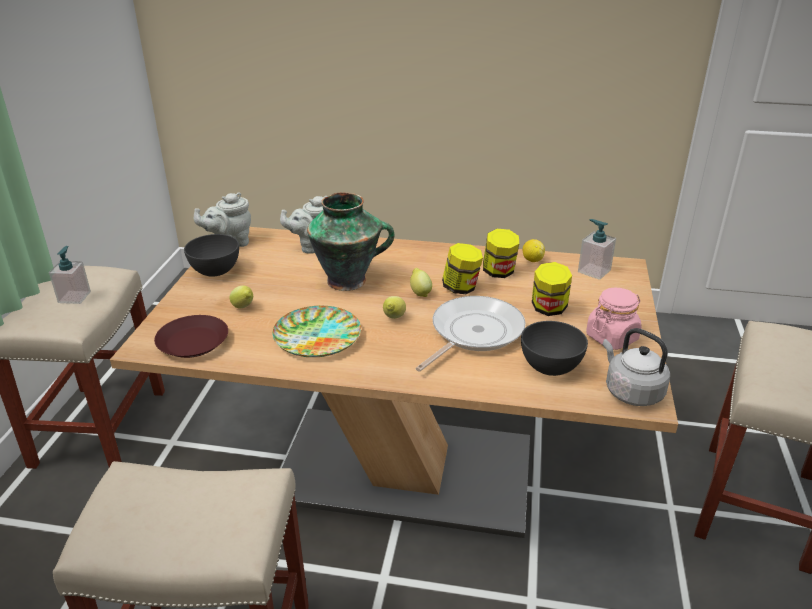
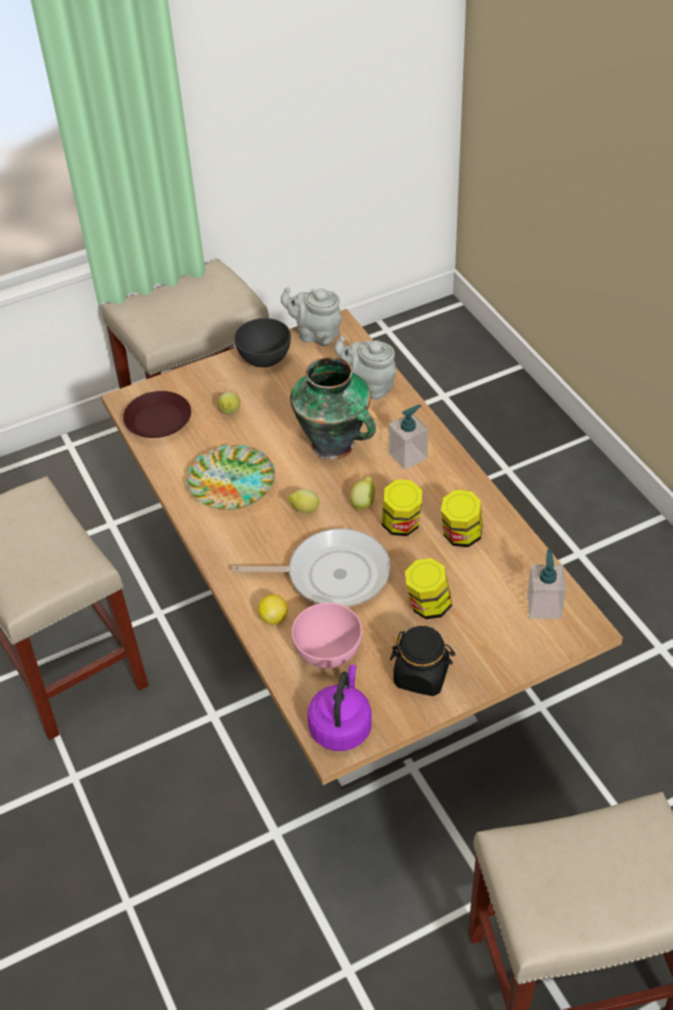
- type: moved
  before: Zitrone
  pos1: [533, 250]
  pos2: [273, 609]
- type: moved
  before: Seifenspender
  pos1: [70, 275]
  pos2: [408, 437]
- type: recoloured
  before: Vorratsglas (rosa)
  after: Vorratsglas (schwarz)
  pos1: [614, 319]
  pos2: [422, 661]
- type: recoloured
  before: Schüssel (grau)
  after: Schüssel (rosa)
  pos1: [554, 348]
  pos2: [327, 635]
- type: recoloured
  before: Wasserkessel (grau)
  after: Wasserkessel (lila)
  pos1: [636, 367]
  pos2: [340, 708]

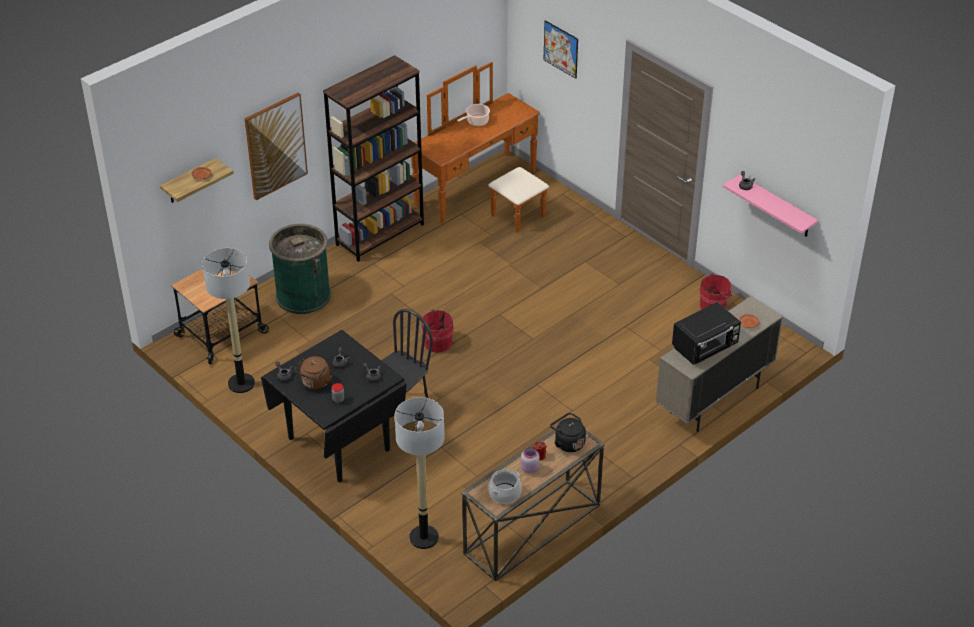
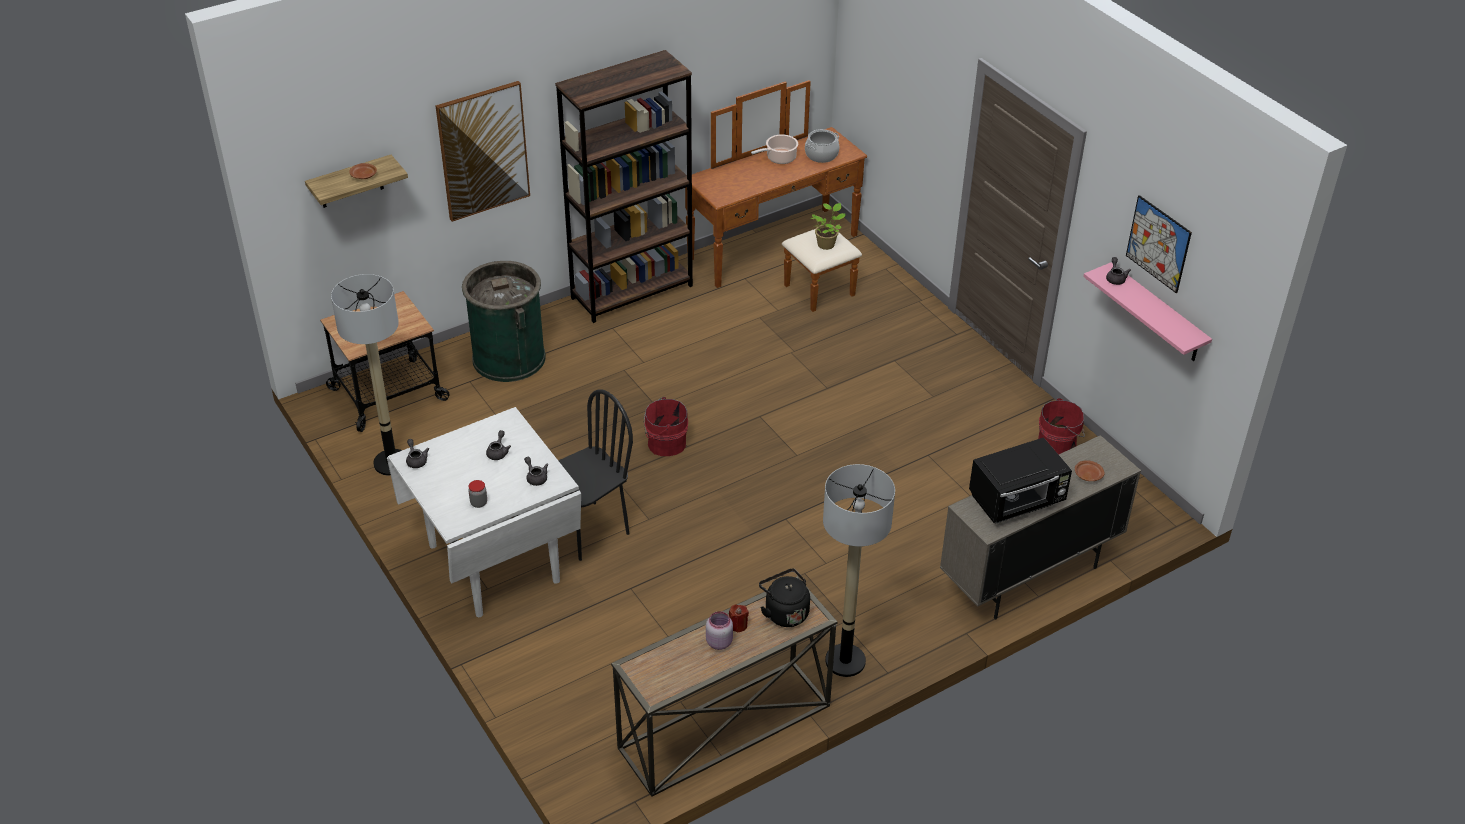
- type: moved
  before: Bild
  pos1: [561, 49]
  pos2: [1159, 244]
- type: recoloured
  before: Esstisch (schwarz)
  after: Esstisch (weiß)
  pos1: [334, 406]
  pos2: [484, 512]
- type: removed
  before: Wasserkessel (braun)
  pos1: [313, 373]
- type: moved
  before: Stehlampe
  pos1: [419, 473]
  pos2: [859, 570]
- type: moved
  before: Kochtopf
  pos1: [505, 486]
  pos2: [822, 146]
- type: added
  after: Topfpflanze
  pos2: [828, 226]

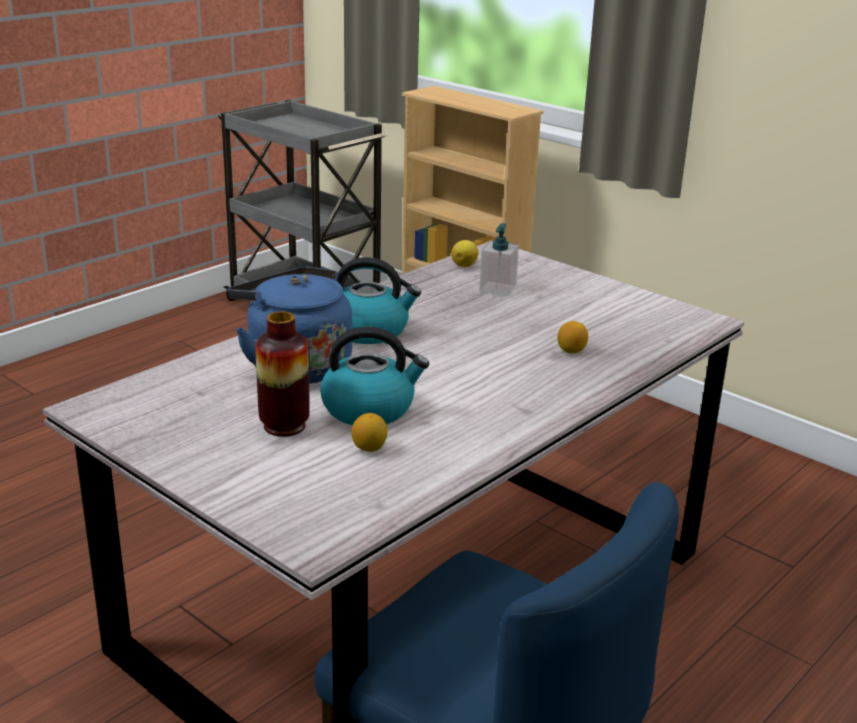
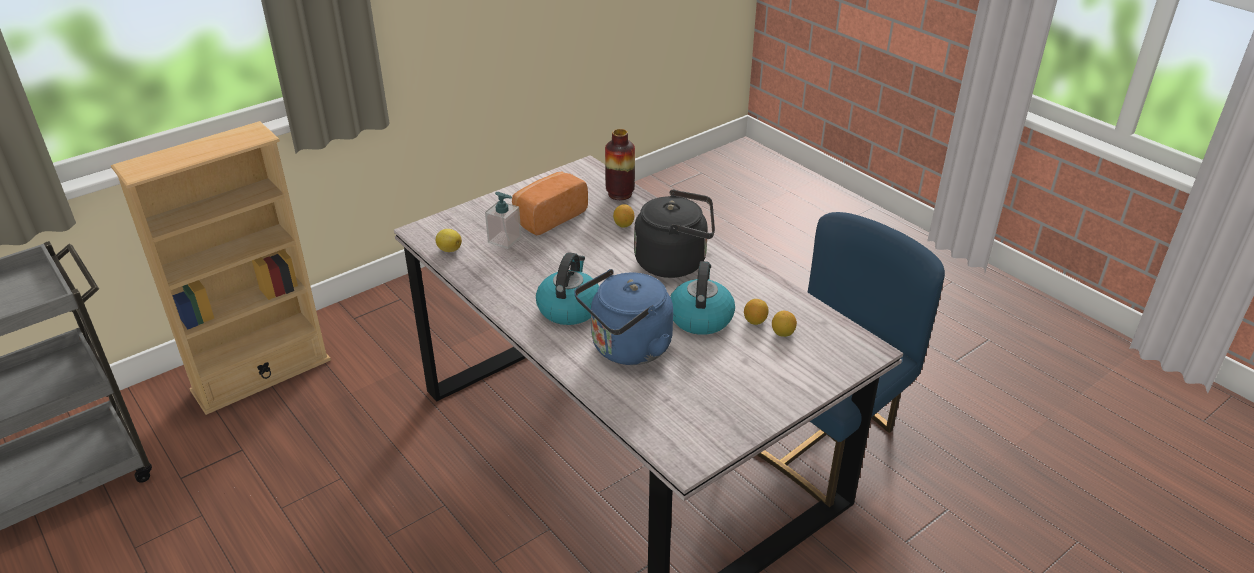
- type: moved
  before: Vase
  pos1: [282, 374]
  pos2: [620, 164]
- type: added
  after: Brot
  pos2: [550, 203]
- type: added
  after: Wasserkessel (schwarz)
  pos2: [674, 234]
- type: added
  after: Zitrone
  pos2: [784, 324]

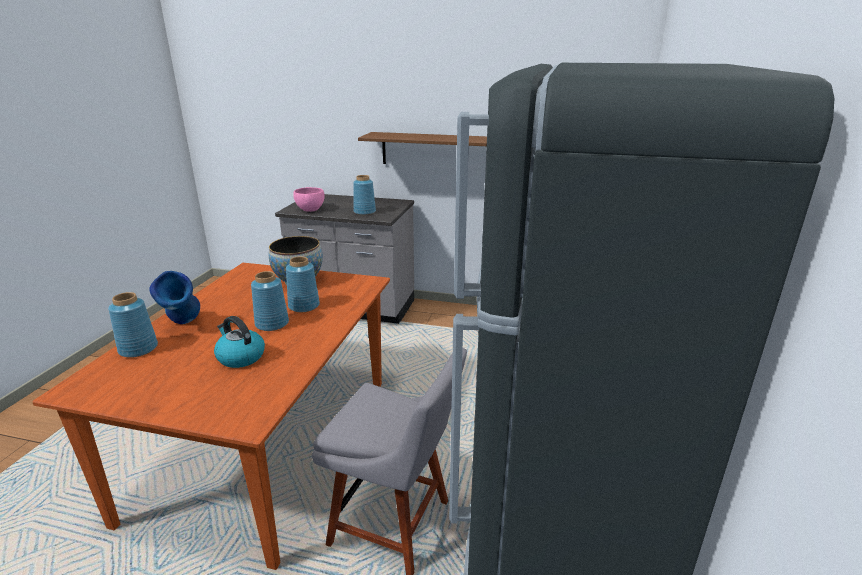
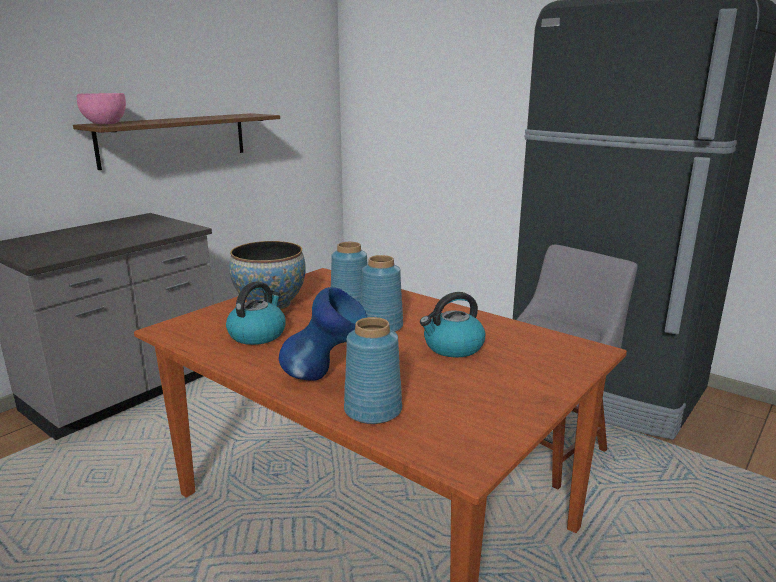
- type: removed
  before: Vase (blau)
  pos1: [364, 195]
- type: moved
  before: Schüssel (rosa)
  pos1: [309, 199]
  pos2: [101, 108]
- type: added
  after: Wasserkessel
  pos2: [256, 313]

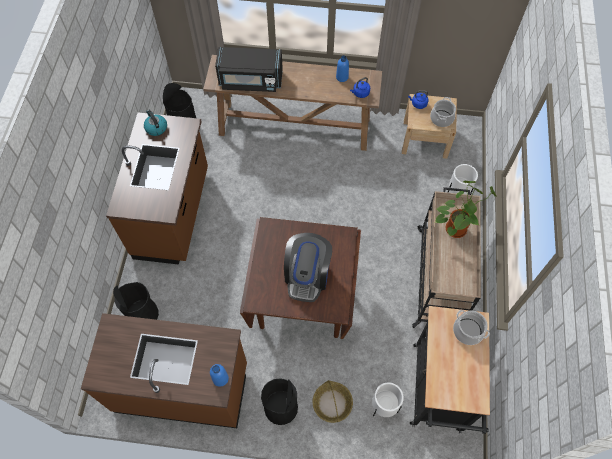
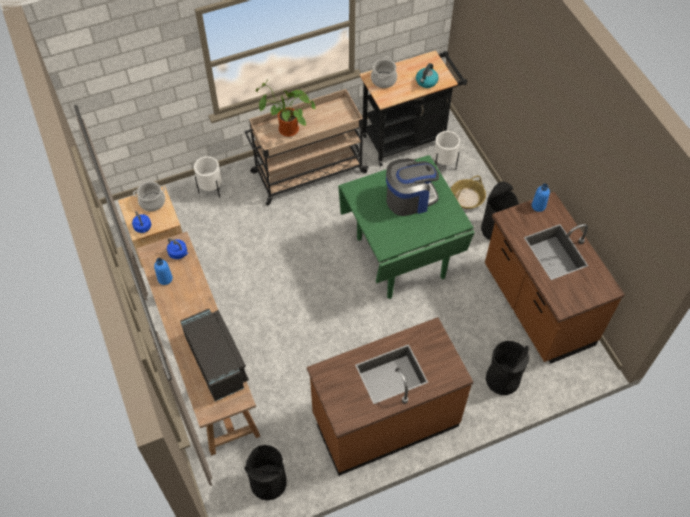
- type: moved
  before: Wasserkessel
  pos1: [155, 123]
  pos2: [427, 75]
- type: recoloured
  before: Esstisch (braun)
  after: Esstisch (grün)
  pos1: [300, 278]
  pos2: [406, 227]

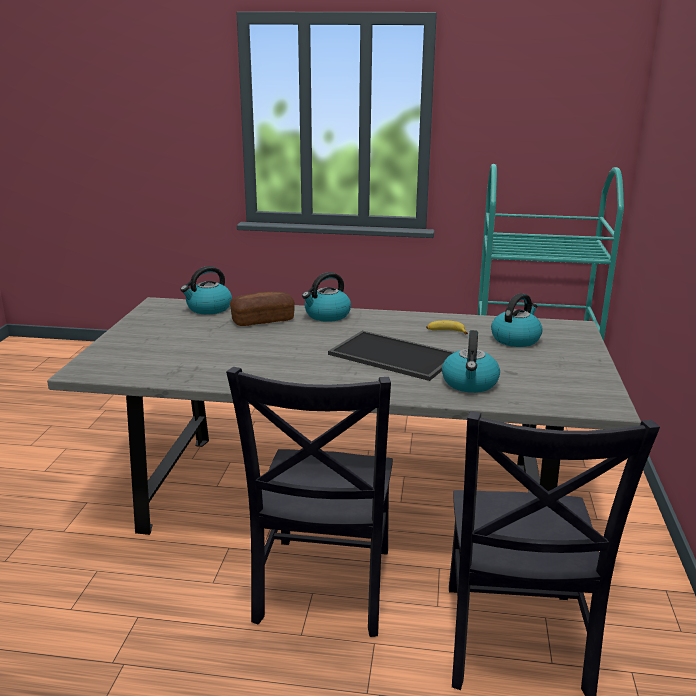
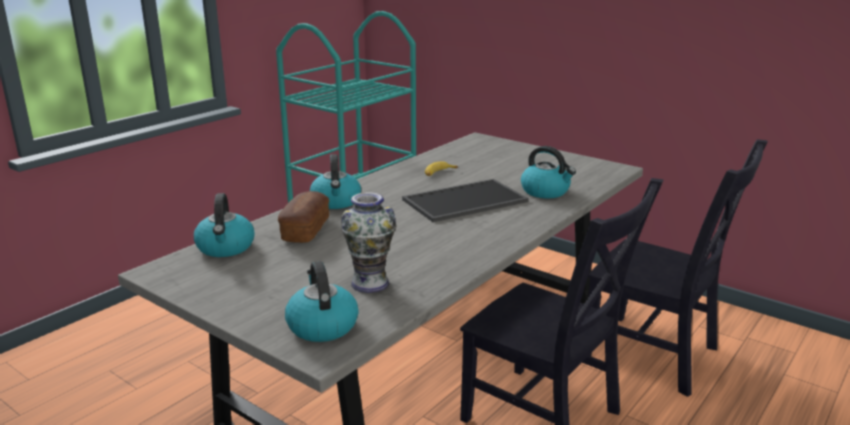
- type: moved
  before: Wasserkessel
  pos1: [517, 320]
  pos2: [321, 301]
- type: added
  after: Vase
  pos2: [368, 242]

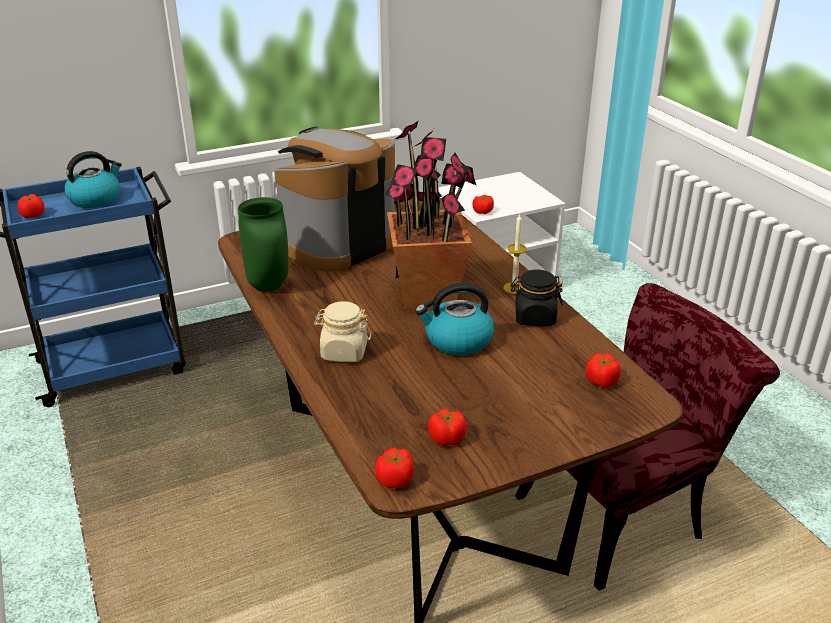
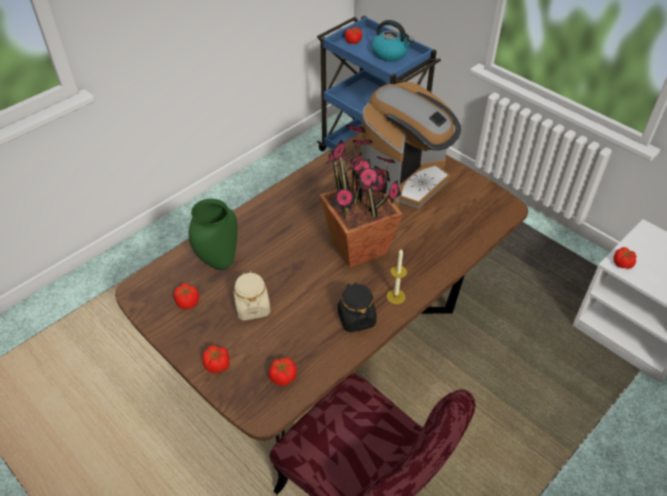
- type: turned
  before: Kaffeemaschine
  pos1: [334, 199]
  pos2: [411, 145]
  turn: 105
- type: moved
  before: Vase (grün)
  pos1: [263, 244]
  pos2: [213, 234]
- type: removed
  before: Wasserkessel
  pos1: [454, 319]
- type: moved
  before: Vorratsglas (beige)
  pos1: [342, 331]
  pos2: [252, 296]
- type: moved
  before: Tomate
  pos1: [394, 468]
  pos2: [216, 359]

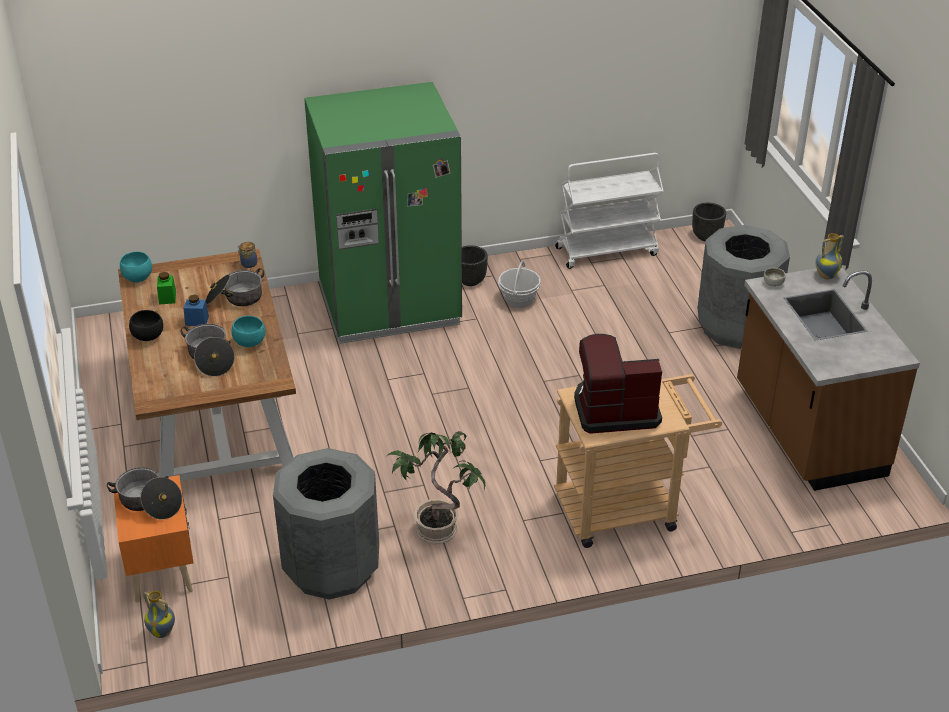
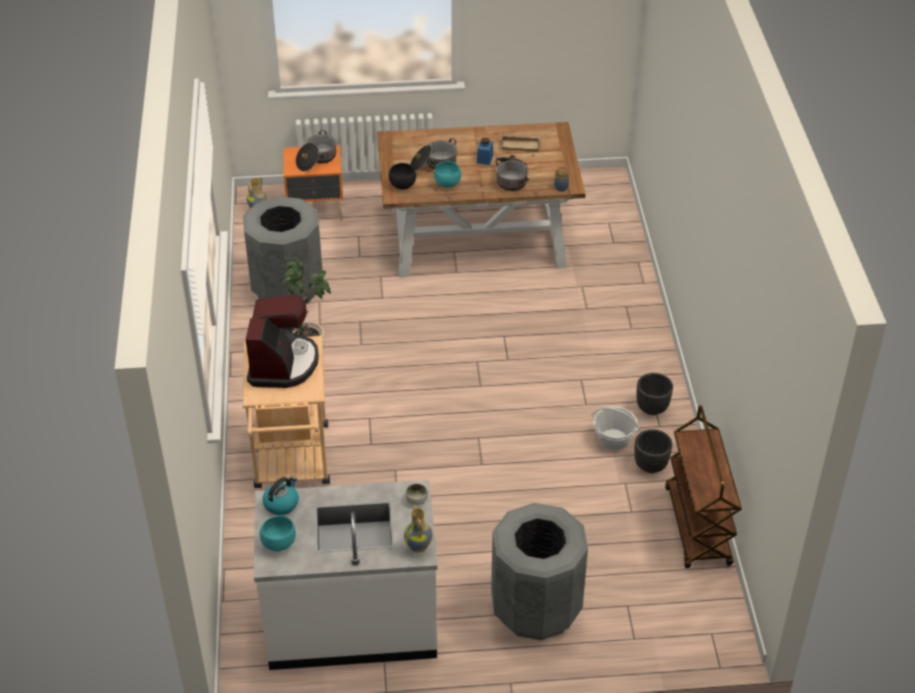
- type: removed
  before: Kühlschrank (grün)
  pos1: [383, 213]
- type: recoloured
  before: Rollwagen (weiß)
  after: Rollwagen (braun)
  pos1: [609, 211]
  pos2: [703, 486]
- type: moved
  before: Pflanzkübel (schwarz)
  pos1: [709, 222]
  pos2: [653, 451]
- type: moved
  before: Schüssel (türkis)
  pos1: [136, 267]
  pos2: [278, 533]
- type: recoloured
  before: Küchenzeile (braun)
  after: Küchenzeile (weiß)
  pos1: [828, 379]
  pos2: [346, 575]
- type: replaced
  before: Vorratsglas (grün)
  after: Tablett (beige)
  pos1: [166, 288]
  pos2: [520, 143]
- type: moved
  before: Schüssel (schwarz)
  pos1: [146, 325]
  pos2: [402, 176]
- type: added
  after: Wasserkessel
  pos2: [280, 495]

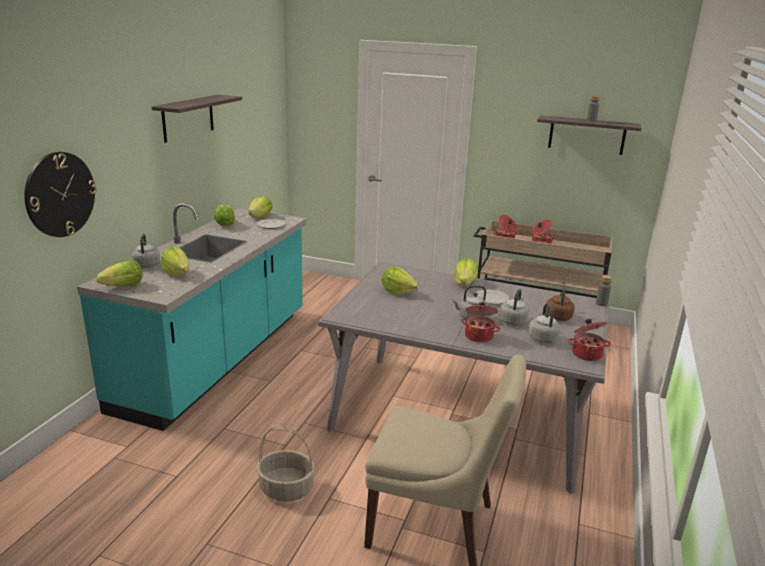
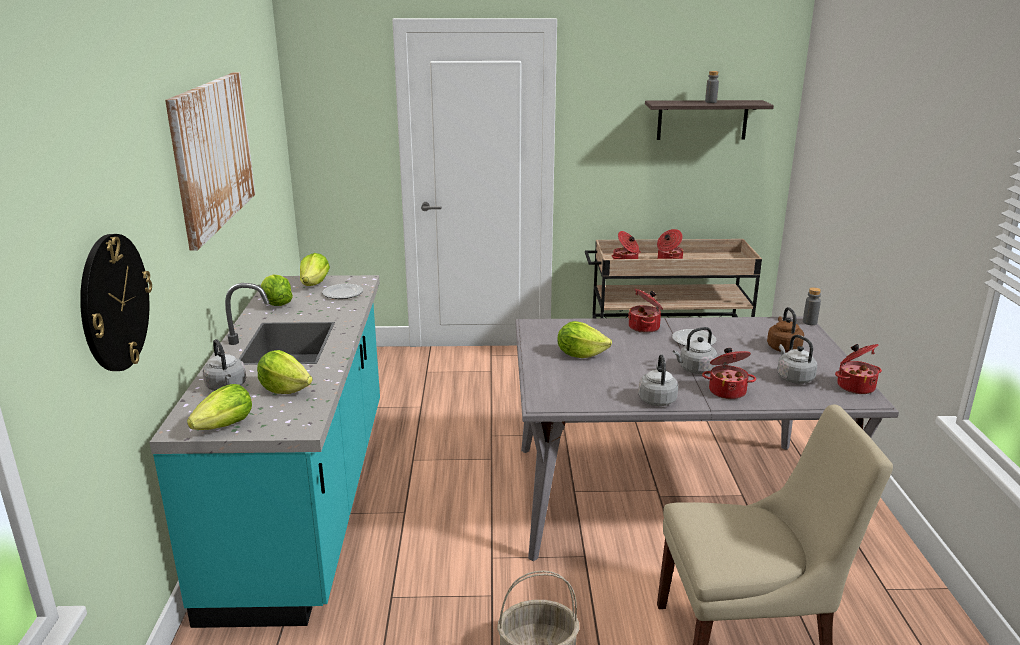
- type: replaced
  before: Wandregal
  after: Bild
  pos1: [197, 119]
  pos2: [210, 161]
- type: replaced
  before: Salatkopf
  after: Kochtopf
  pos1: [466, 272]
  pos2: [645, 311]
- type: moved
  before: Wasserkessel (grau)
  pos1: [514, 307]
  pos2: [658, 380]

